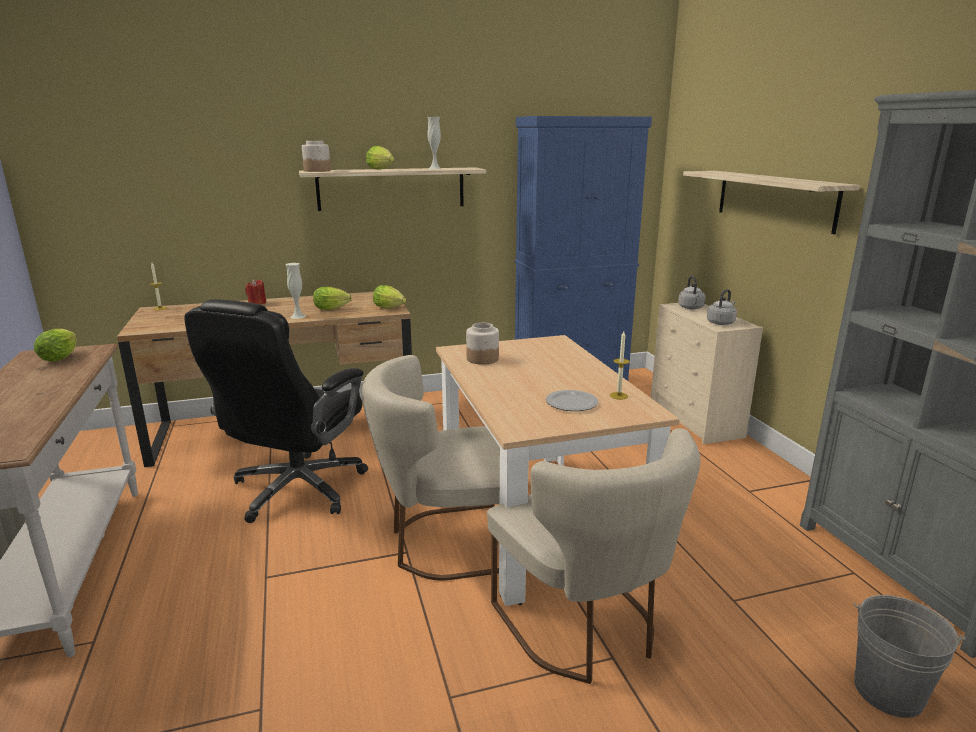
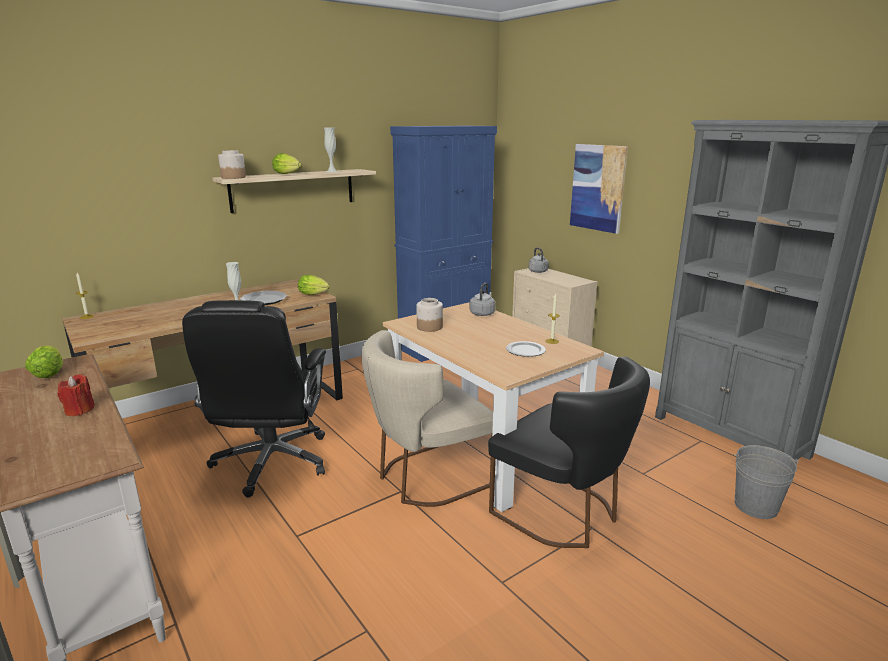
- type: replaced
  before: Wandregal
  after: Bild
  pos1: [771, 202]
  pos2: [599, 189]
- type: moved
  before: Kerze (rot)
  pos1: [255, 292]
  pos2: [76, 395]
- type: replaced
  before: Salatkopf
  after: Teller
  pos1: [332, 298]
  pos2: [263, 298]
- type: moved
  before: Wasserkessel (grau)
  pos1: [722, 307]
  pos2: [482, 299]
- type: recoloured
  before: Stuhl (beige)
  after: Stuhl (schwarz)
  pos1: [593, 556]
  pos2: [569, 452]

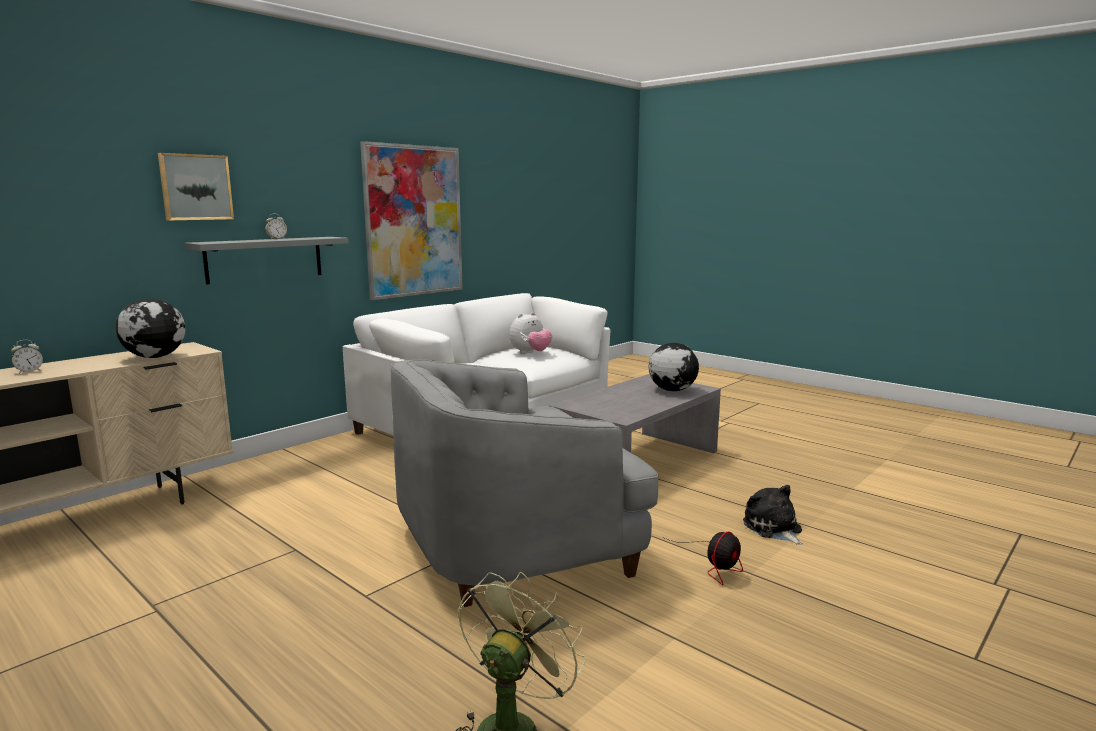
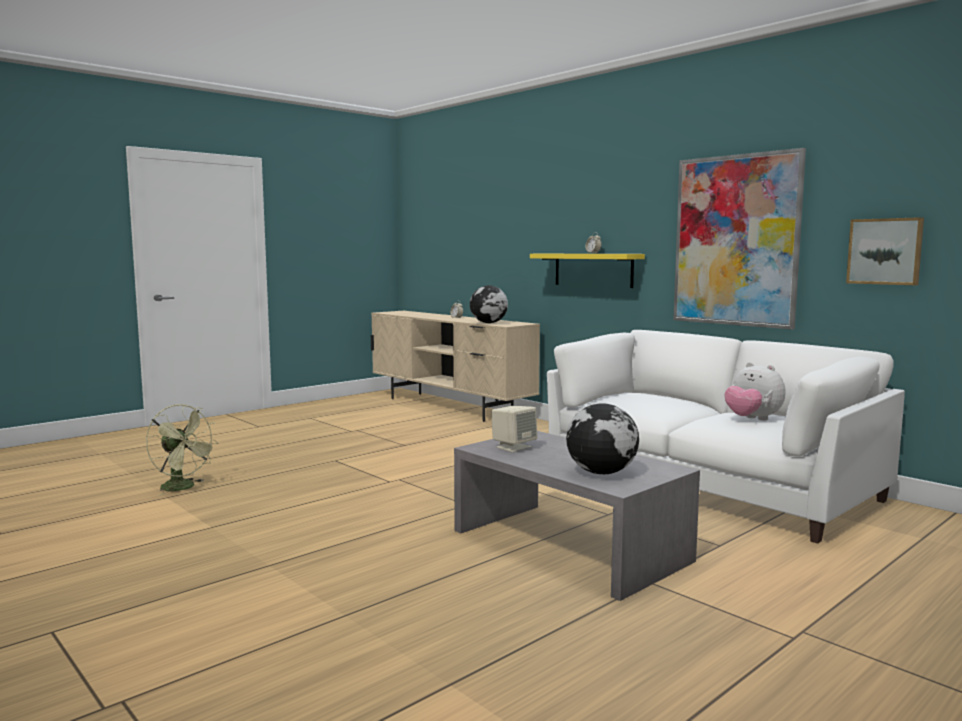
- type: moved
  before: Bild
  pos1: [196, 186]
  pos2: [885, 251]
- type: recoloured
  before: Wandregal (grau)
  after: Wandregal (gelb)
  pos1: [267, 261]
  pos2: [587, 271]
- type: removed
  before: Sessel (grau)
  pos1: [525, 483]
- type: removed
  before: Plüschtier
  pos1: [773, 515]
- type: removed
  before: Ventilator
  pos1: [703, 558]
- type: added
  after: Lautsprecher (beige)
  pos2: [514, 429]

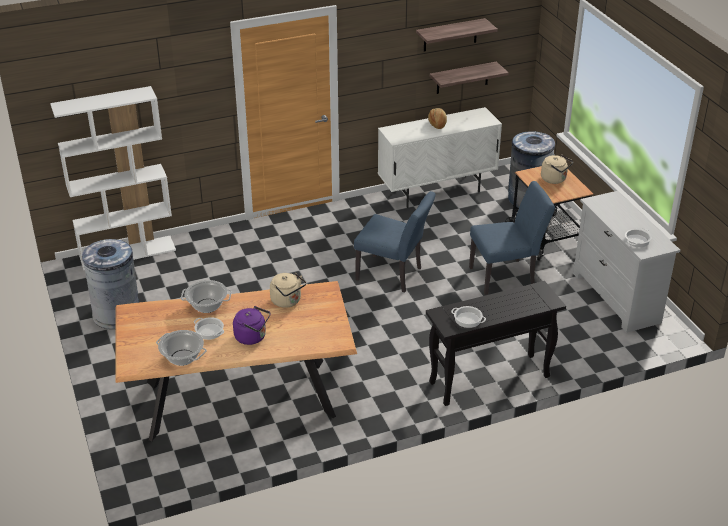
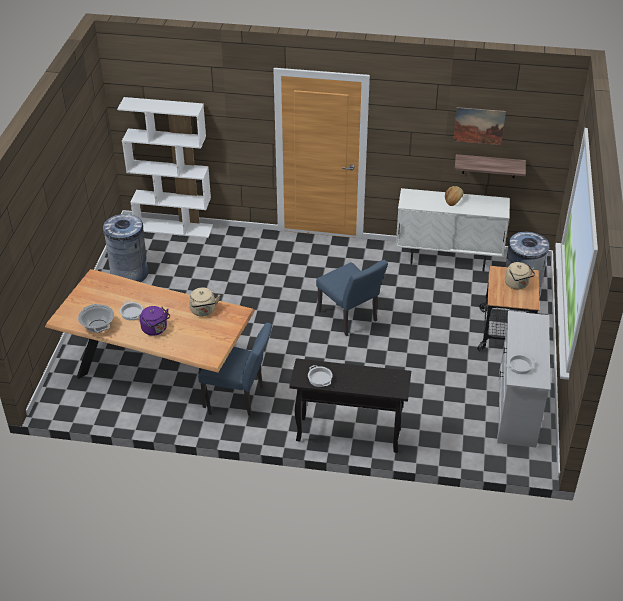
- type: replaced
  before: Wandregal
  after: Bild
  pos1: [457, 34]
  pos2: [479, 126]
- type: moved
  before: Stuhl (blau)
  pos1: [512, 238]
  pos2: [235, 369]
- type: removed
  before: Kochtopf
  pos1: [206, 296]

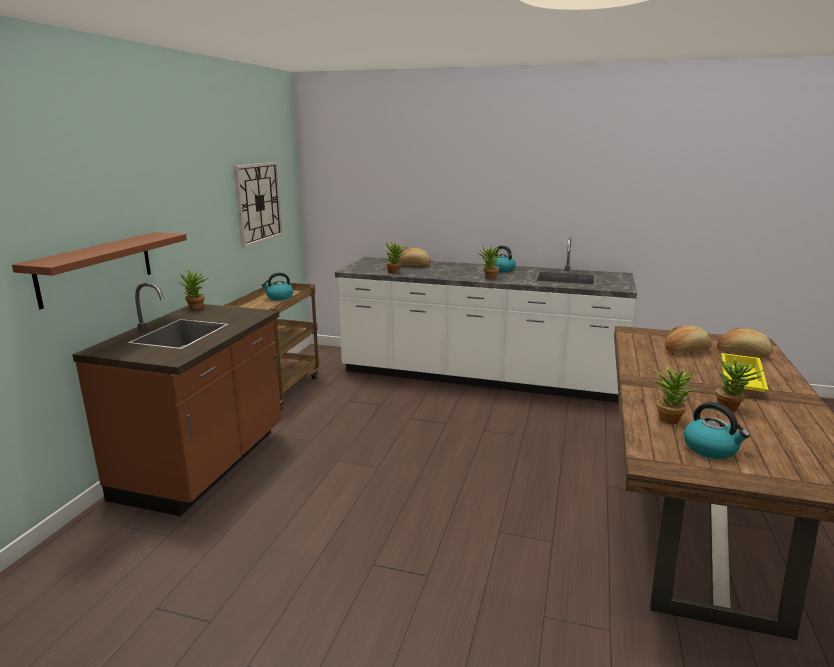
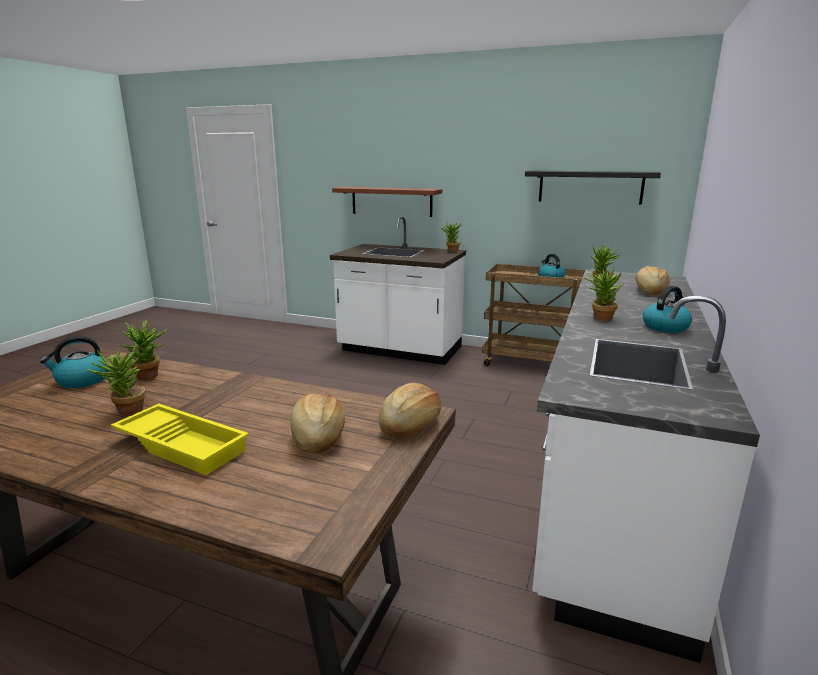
- type: replaced
  before: Wanduhr
  after: Wandregal (schwarz)
  pos1: [258, 205]
  pos2: [593, 188]
- type: recoloured
  before: Küchenzeile (braun)
  after: Küchenzeile (weiß)
  pos1: [177, 399]
  pos2: [398, 290]
- type: moved
  before: Brot
  pos1: [745, 343]
  pos2: [410, 410]

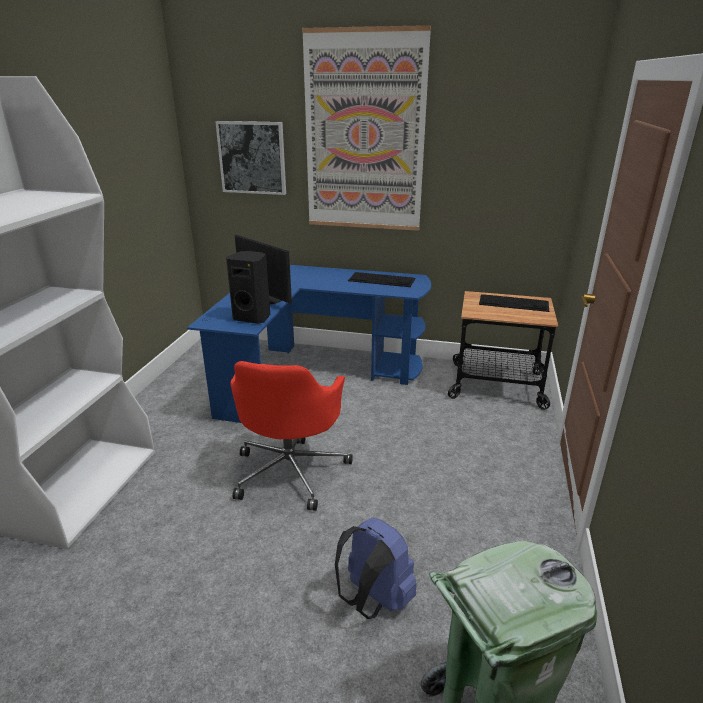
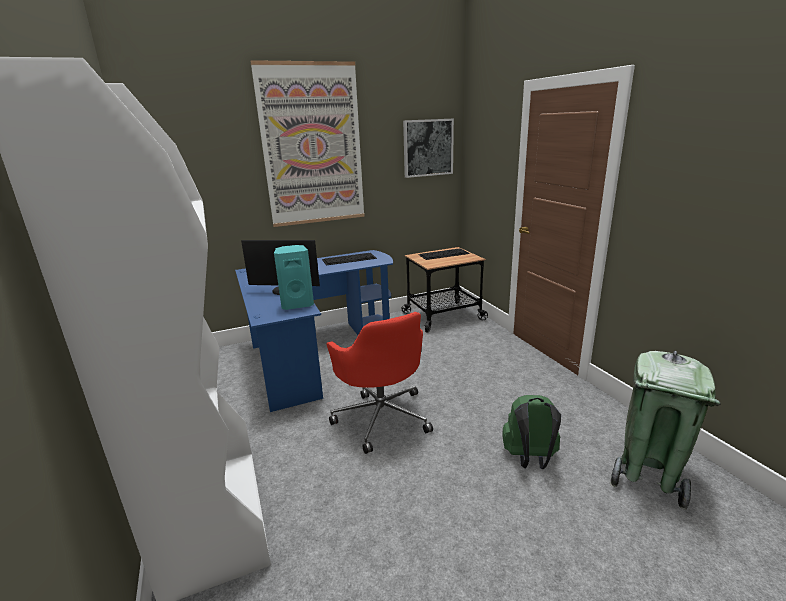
- type: moved
  before: Bild
  pos1: [250, 158]
  pos2: [428, 148]
- type: recoloured
  before: Lautsprecher (schwarz)
  after: Lautsprecher (türkis)
  pos1: [248, 287]
  pos2: [294, 277]
- type: recoloured
  before: Rucksack (blau)
  after: Rucksack (grün)
  pos1: [375, 568]
  pos2: [531, 432]

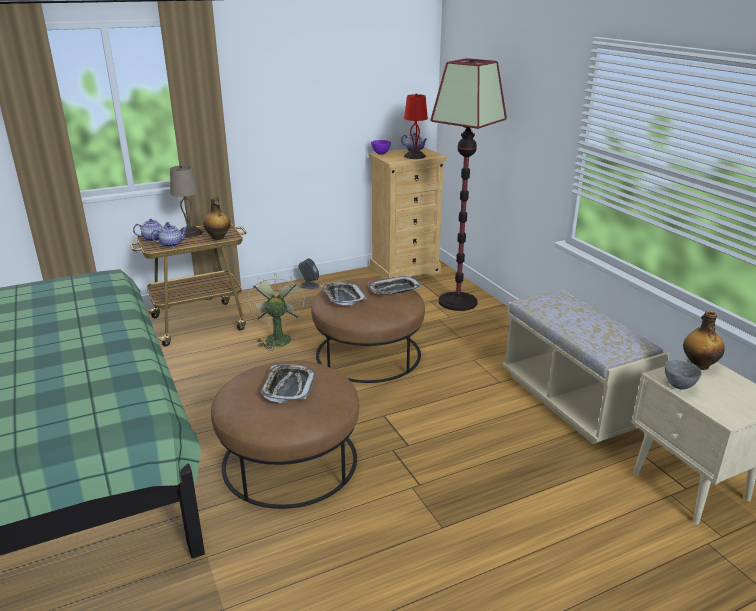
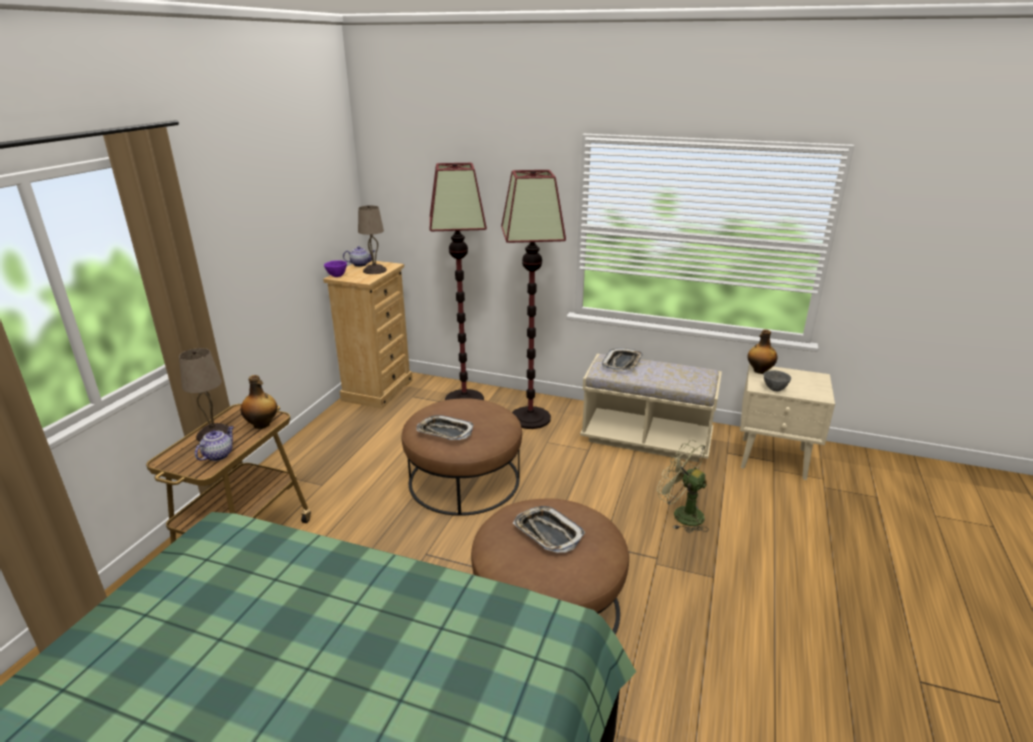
- type: recoloured
  before: Tischlampe (rot)
  after: Tischlampe (beige)
  pos1: [416, 126]
  pos2: [372, 239]
- type: removed
  before: Teekanne
  pos1: [151, 230]
- type: removed
  before: Lautsprecher (grau)
  pos1: [309, 273]
- type: moved
  before: Ventilator (grün)
  pos1: [276, 312]
  pos2: [683, 486]
- type: moved
  before: Tablett
  pos1: [394, 285]
  pos2: [622, 359]
- type: added
  after: Stehlampe
  pos2: [533, 299]

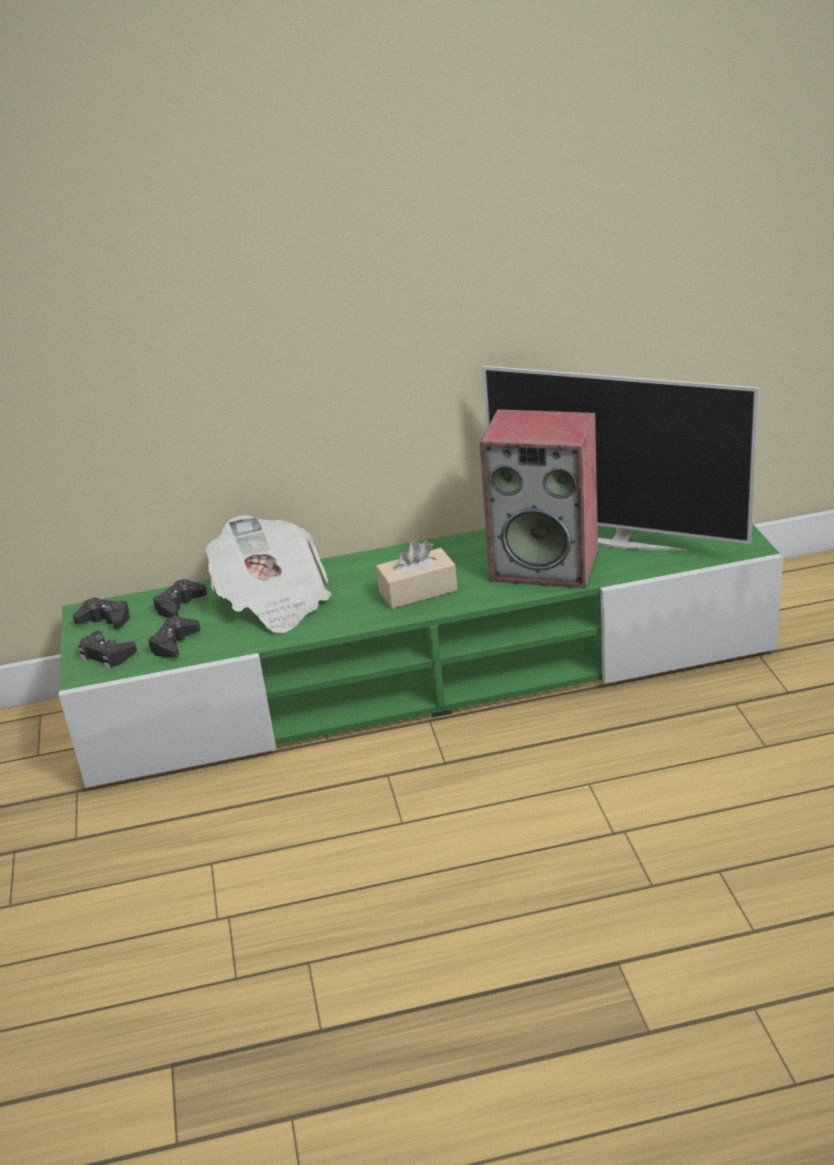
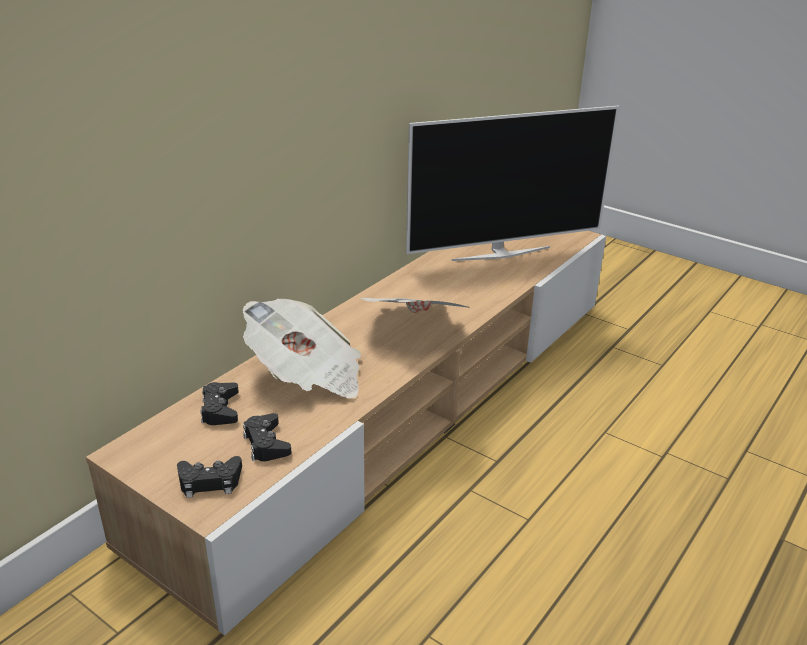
- type: removed
  before: Lautsprecher
  pos1: [539, 498]
- type: recoloured
  before: Fernsehschrank (grün)
  after: Fernsehschrank (beige)
  pos1: [421, 656]
  pos2: [346, 433]
- type: replaced
  before: Taschentuchbox (beige)
  after: Zeitung
  pos1: [416, 574]
  pos2: [414, 305]
- type: removed
  before: Gamepad (schwarz)
  pos1: [101, 613]

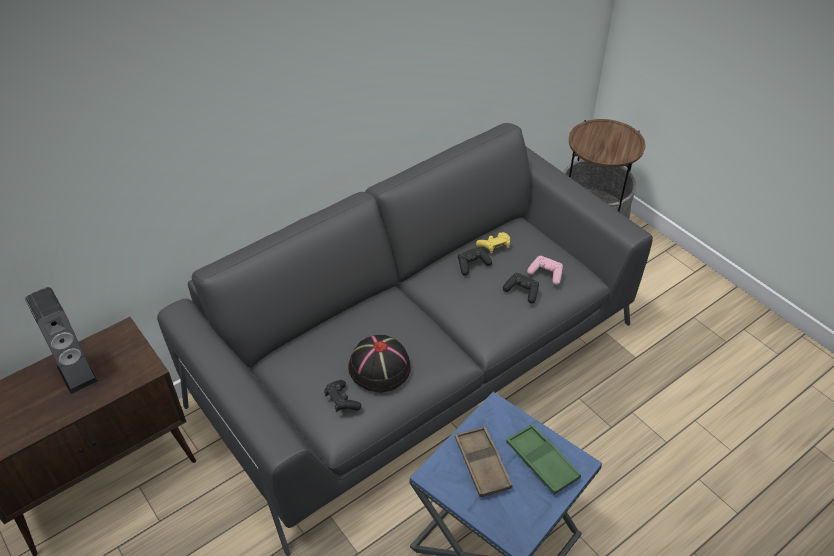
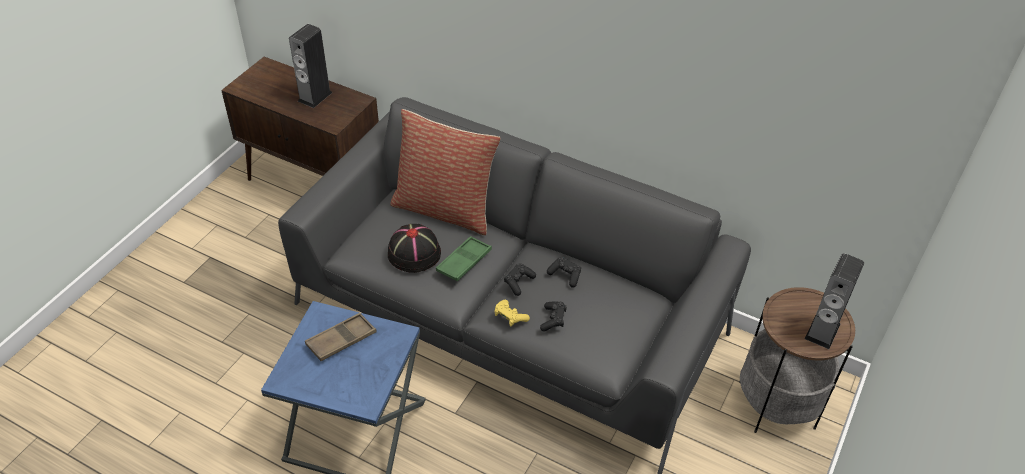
- type: moved
  before: Gamepad (gelb)
  pos1: [493, 242]
  pos2: [512, 313]
- type: removed
  before: Gamepad (rosa)
  pos1: [545, 270]
- type: moved
  before: Gamepad (schwarz)
  pos1: [342, 396]
  pos2: [520, 279]
- type: moved
  before: Tablett (grün)
  pos1: [543, 459]
  pos2: [464, 258]
- type: added
  after: Kissen
  pos2: [445, 172]
- type: added
  after: Lautsprecher
  pos2: [834, 301]

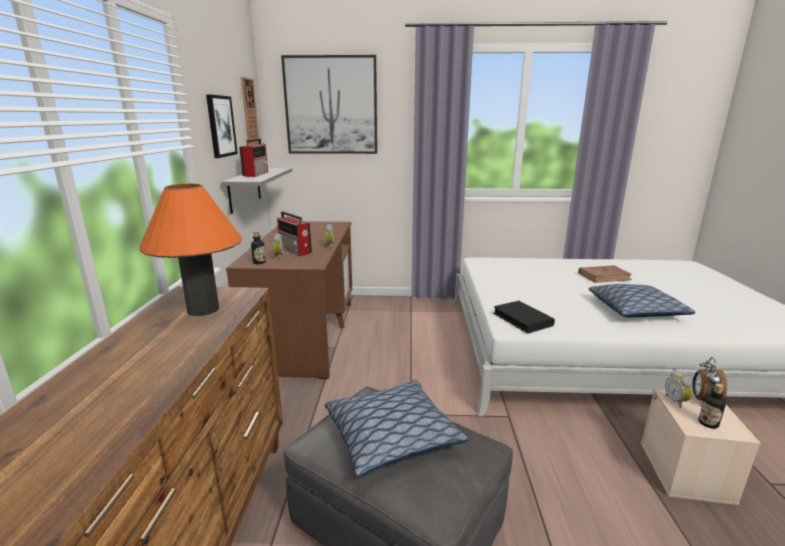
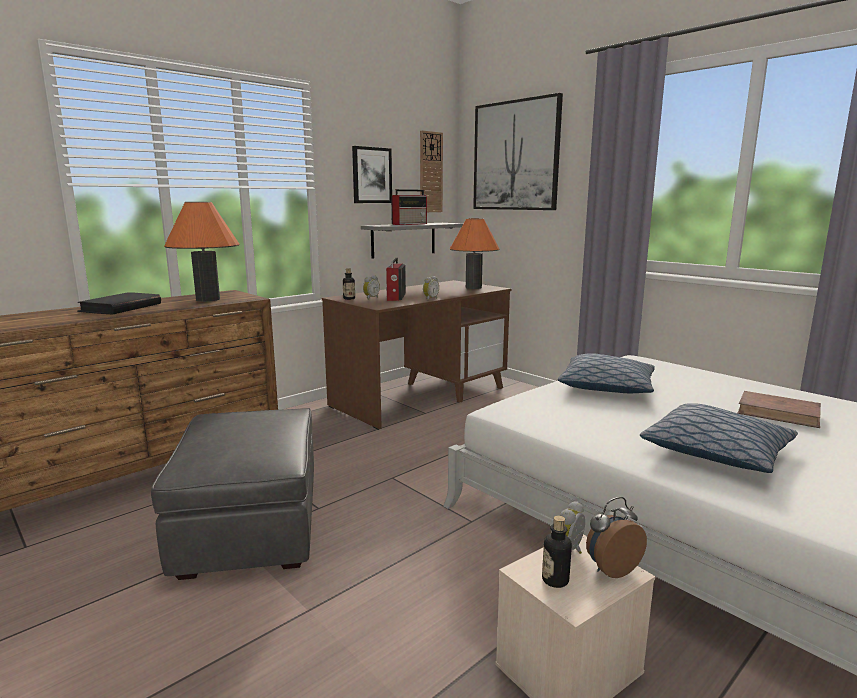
- type: moved
  before: Buch (schwarz)
  pos1: [524, 317]
  pos2: [119, 303]
- type: moved
  before: Kissen
  pos1: [396, 427]
  pos2: [606, 373]
- type: added
  after: Tischlampe (orange)
  pos2: [475, 253]

